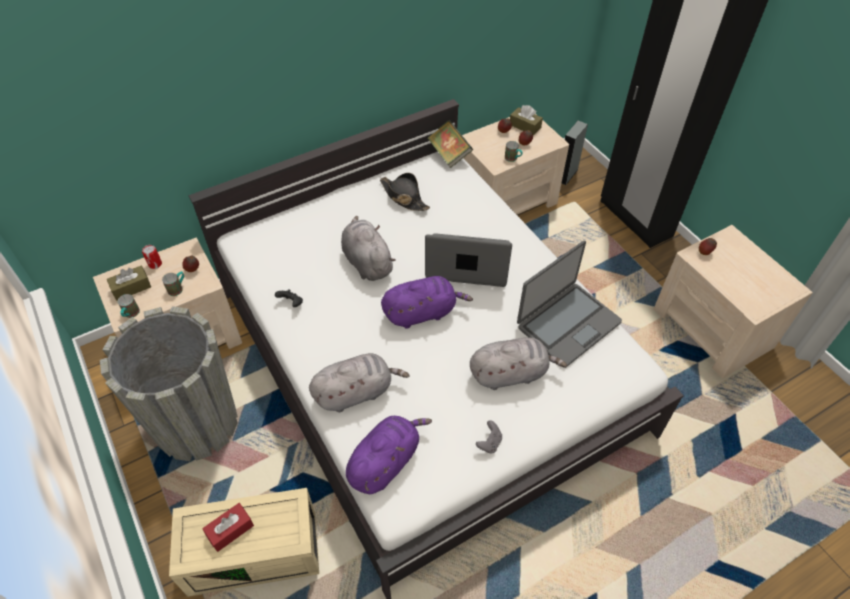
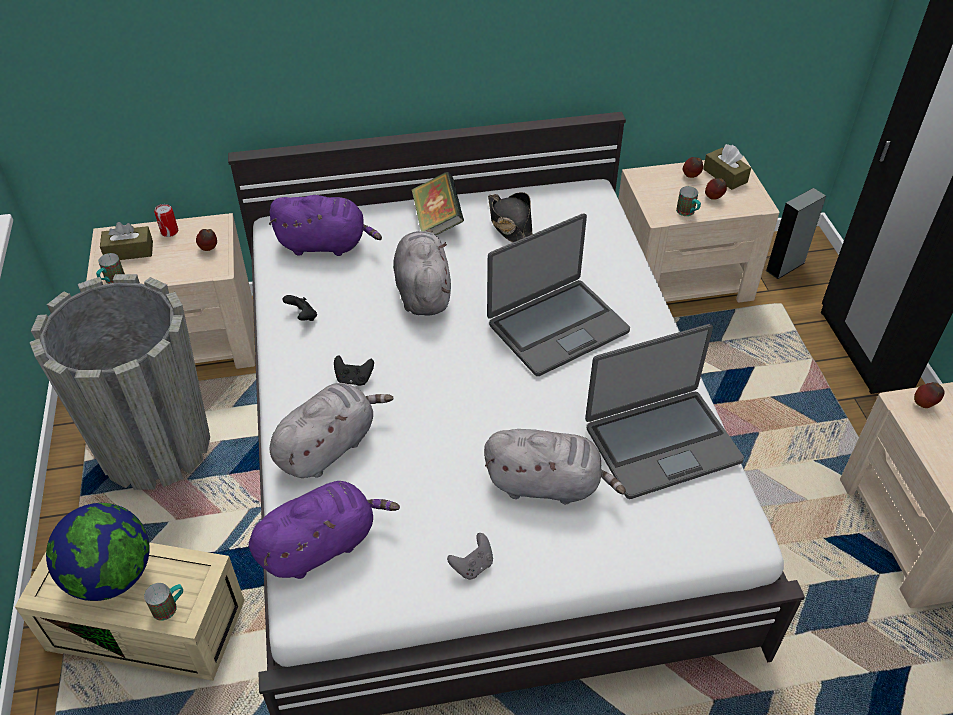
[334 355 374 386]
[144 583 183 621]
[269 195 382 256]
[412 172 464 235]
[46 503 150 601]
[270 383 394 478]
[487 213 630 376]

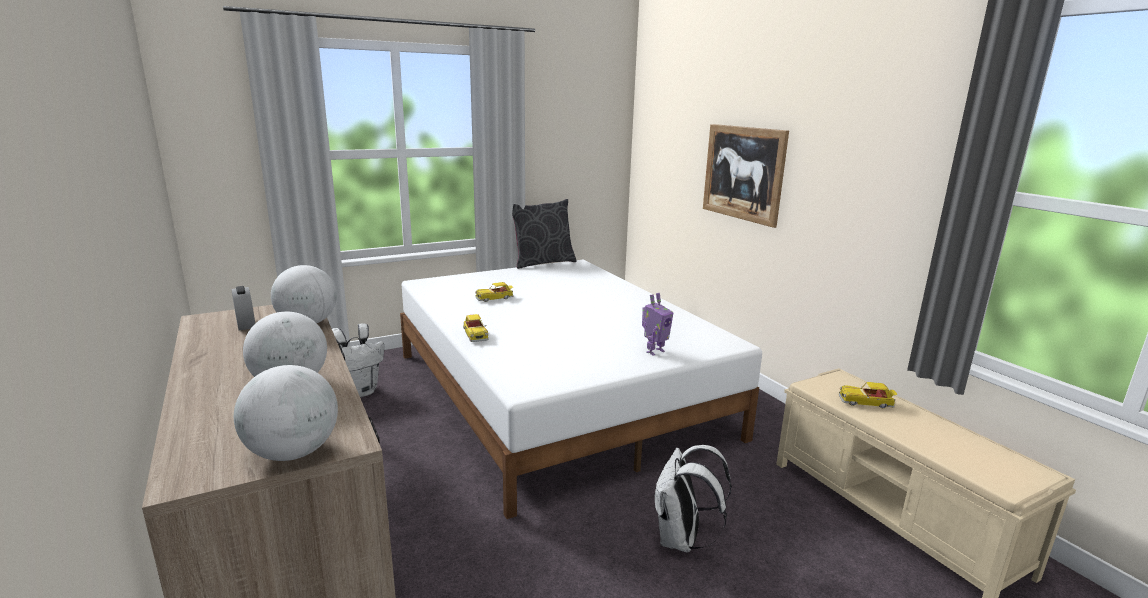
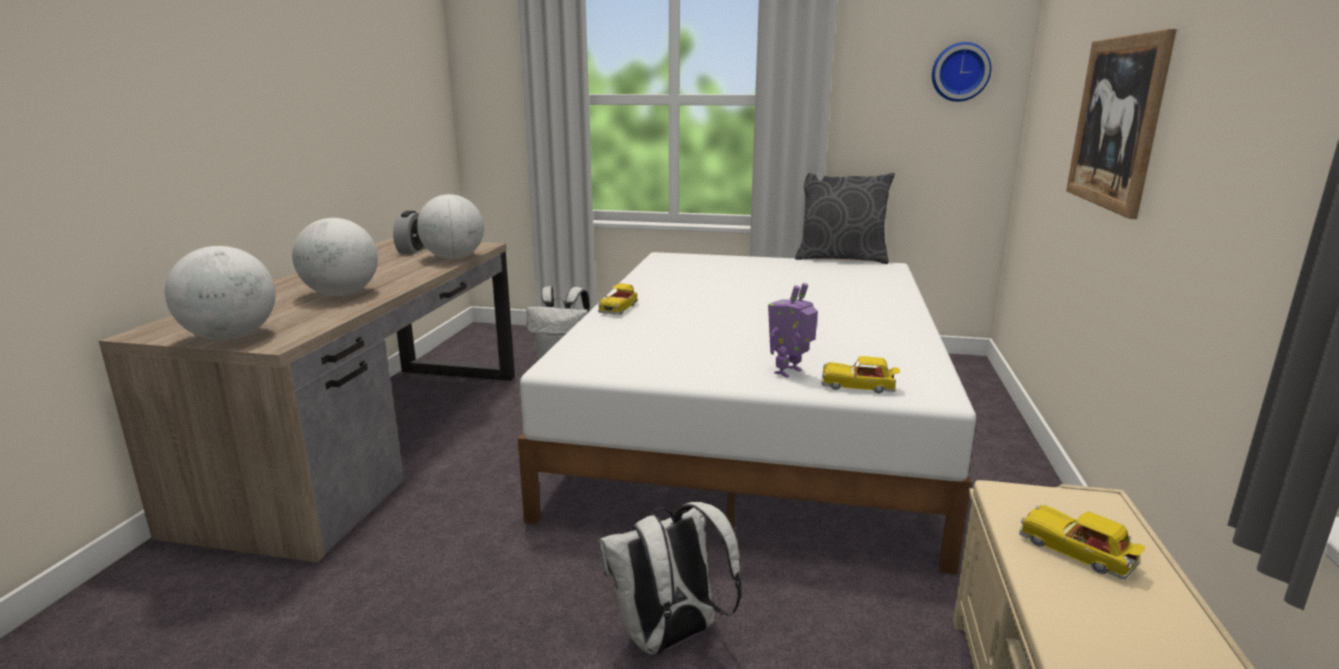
[932 42 992 102]
[821 356 900 394]
[768 283 818 377]

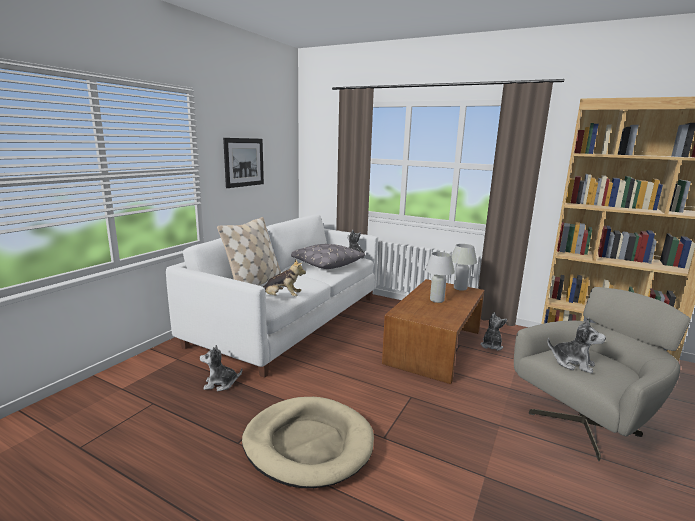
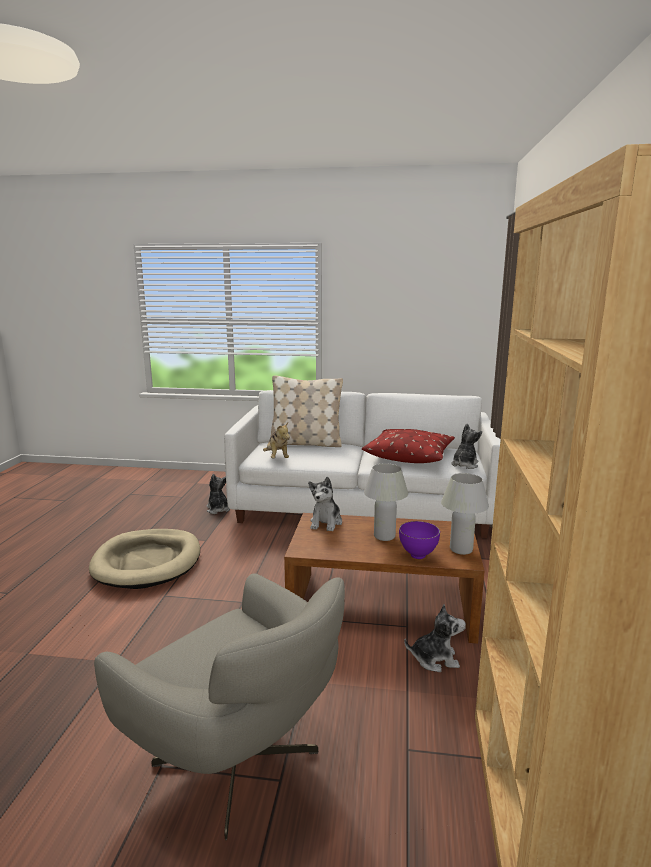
[223 138 264 188] (first image)
[399 521 440 559]
[308 477 342 531]
[362 429 455 463]

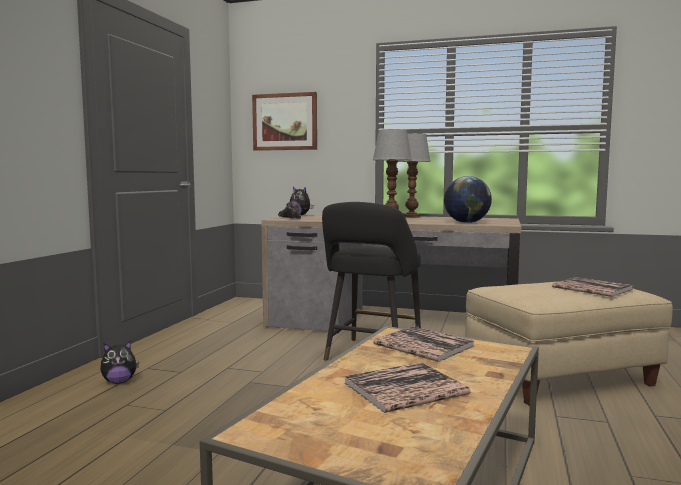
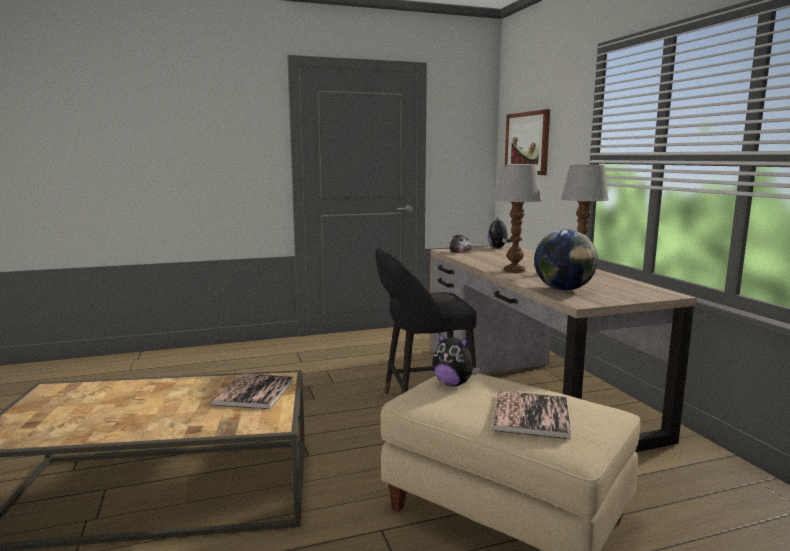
[344 362 470 413] (first image)
[432 333 480 386]

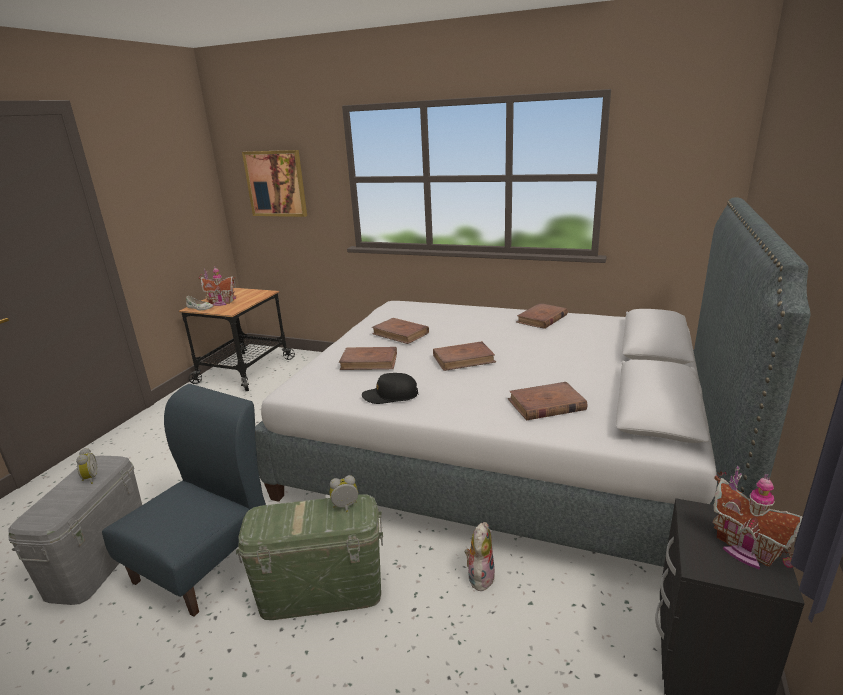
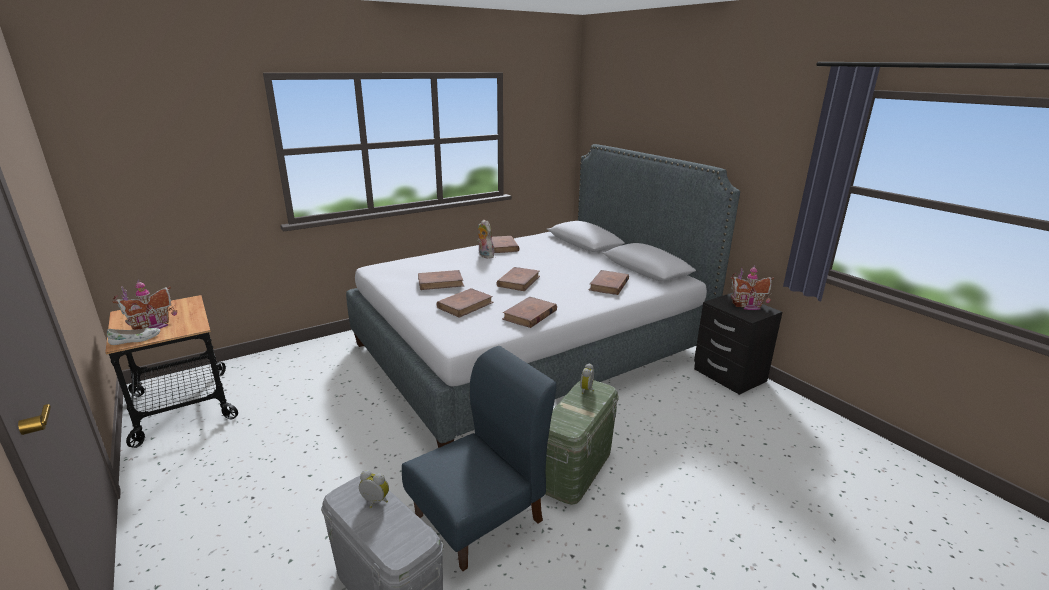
[242 150 307 217] (first image)
[477 219 494 259]
[502 296 557 328]
[402 346 557 571]

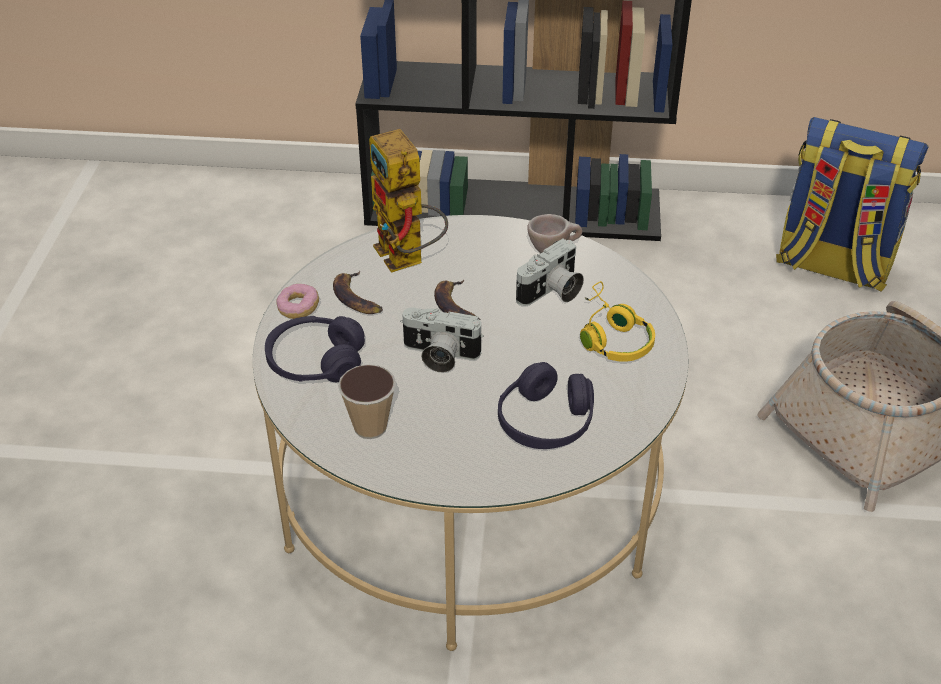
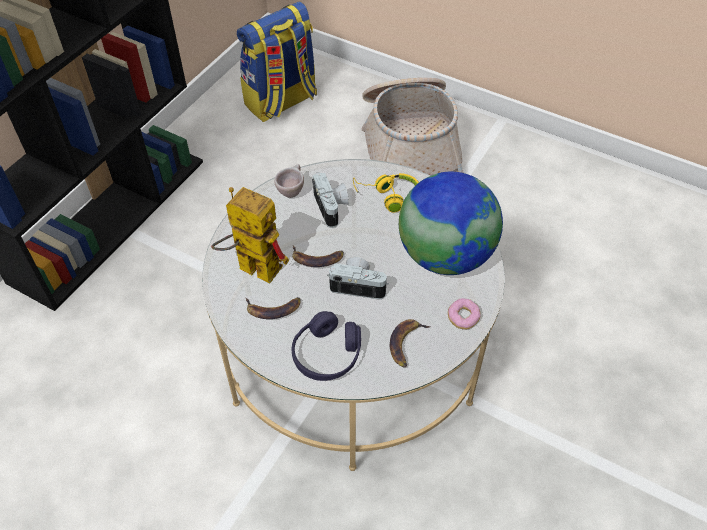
[448 298 481 329]
[390 319 430 367]
[399 171 503 275]
[211 187 289 284]
[327 257 388 299]

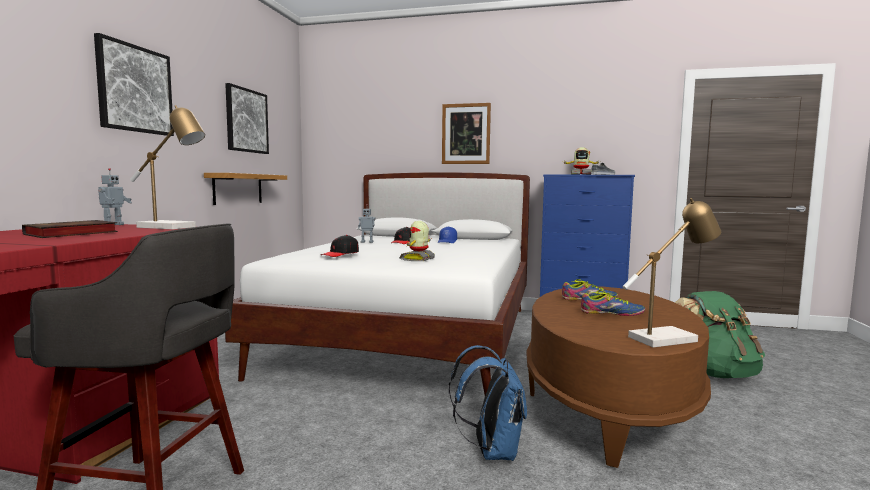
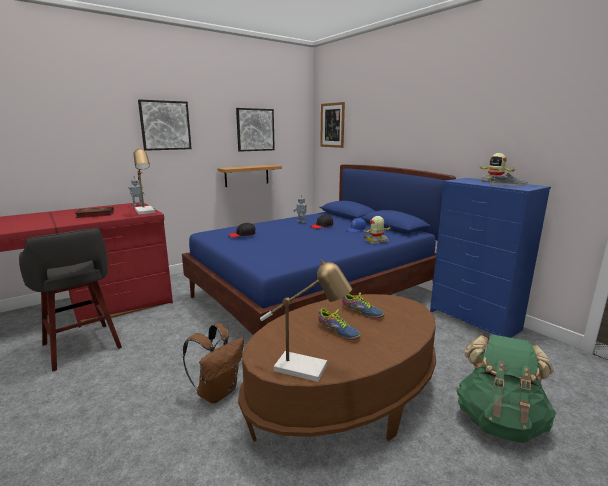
[363 216 390 244]
[320 102 345 148]
[182 164 456 335]
[183 323 244 403]

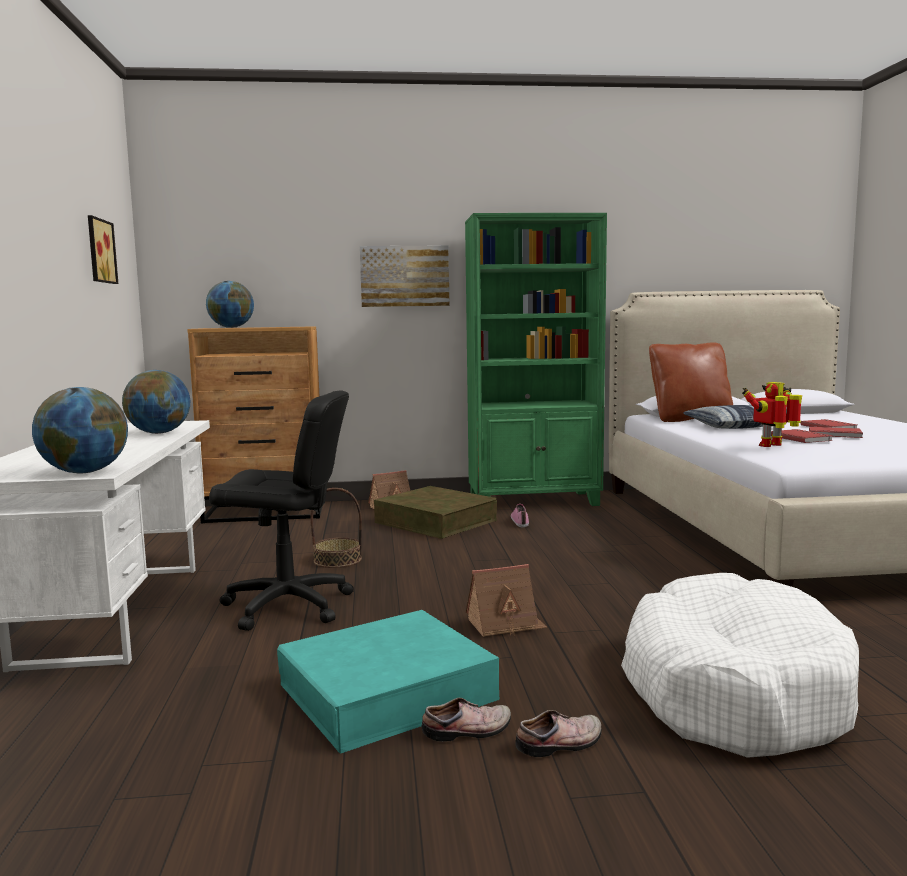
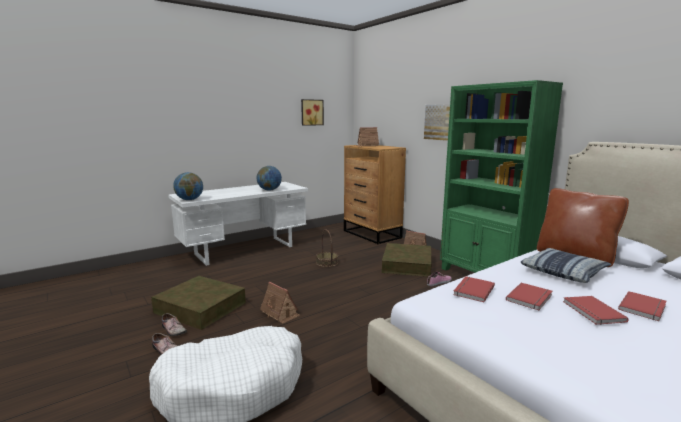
[209 391 354 631] (first image)
[355 127 379 146]
[453 276 495 302]
[151 276 246 330]

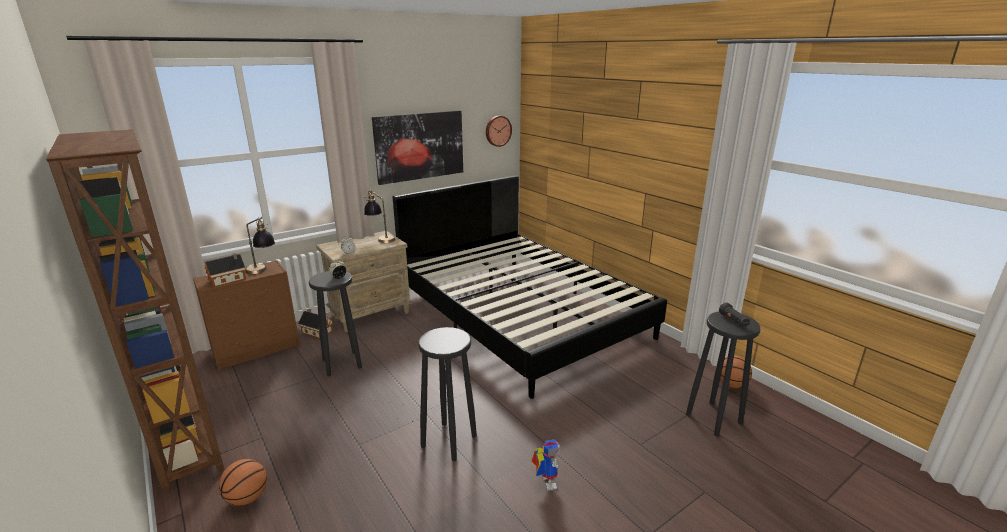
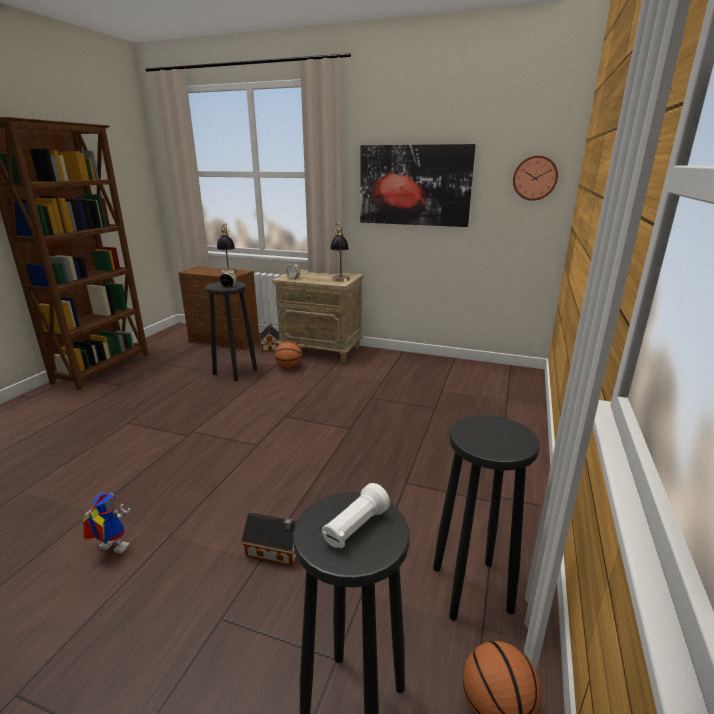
[393 175 667 399] (first image)
[241 512 297 566]
[275 341 303 369]
[433 415 540 621]
[322 483 390 548]
[79 493 130 554]

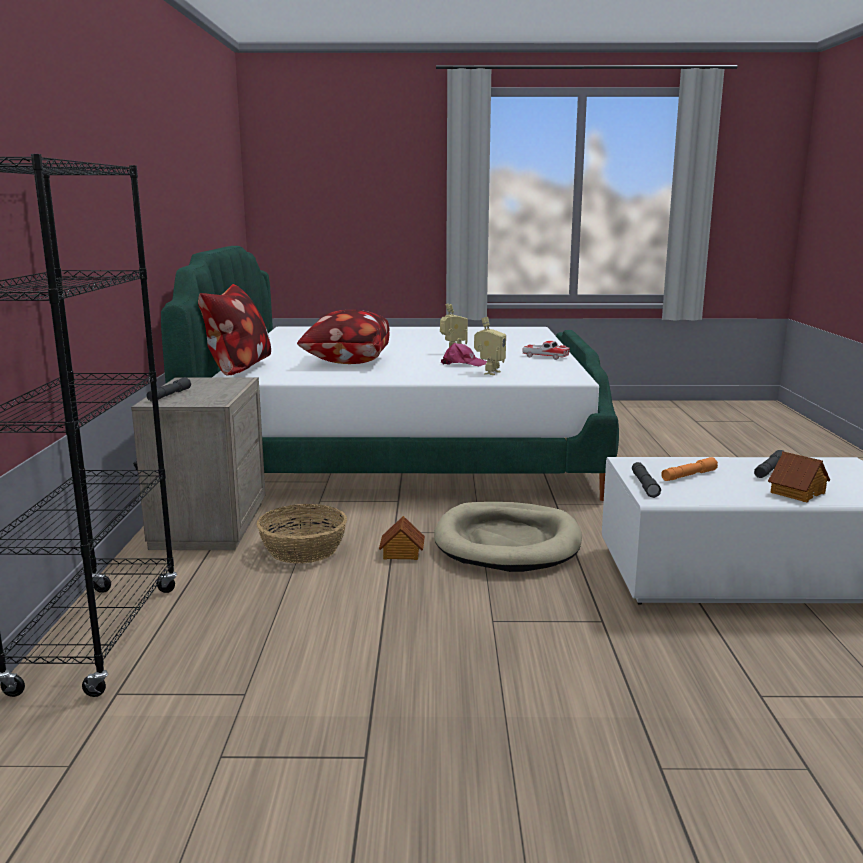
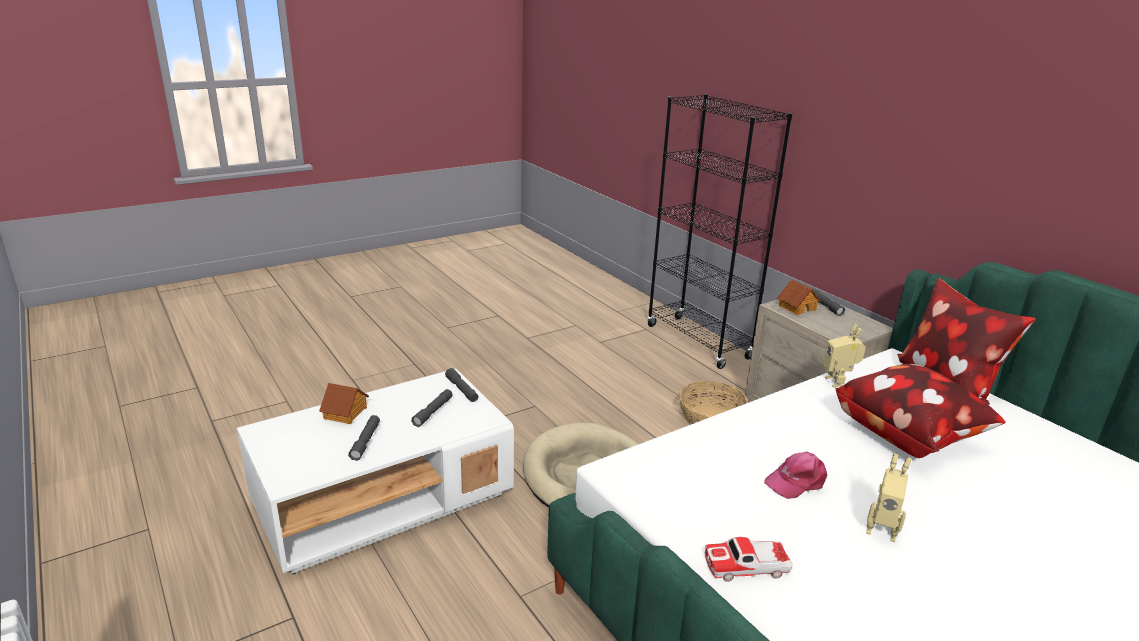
[777 279 821 315]
[823 324 866 387]
[411 389 453 427]

